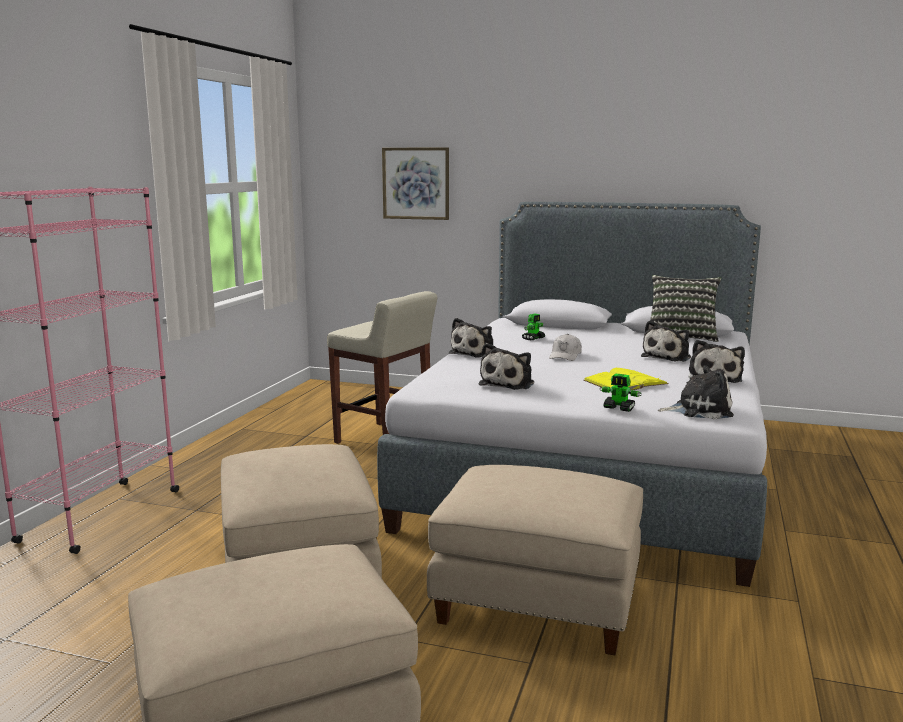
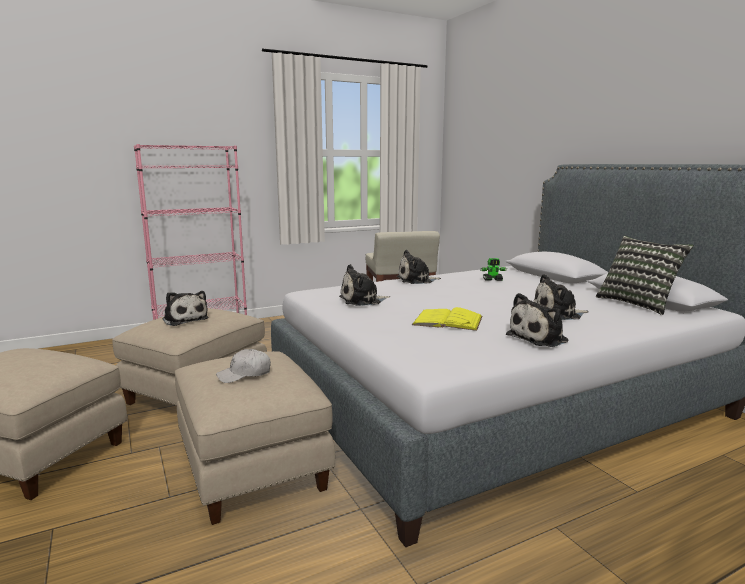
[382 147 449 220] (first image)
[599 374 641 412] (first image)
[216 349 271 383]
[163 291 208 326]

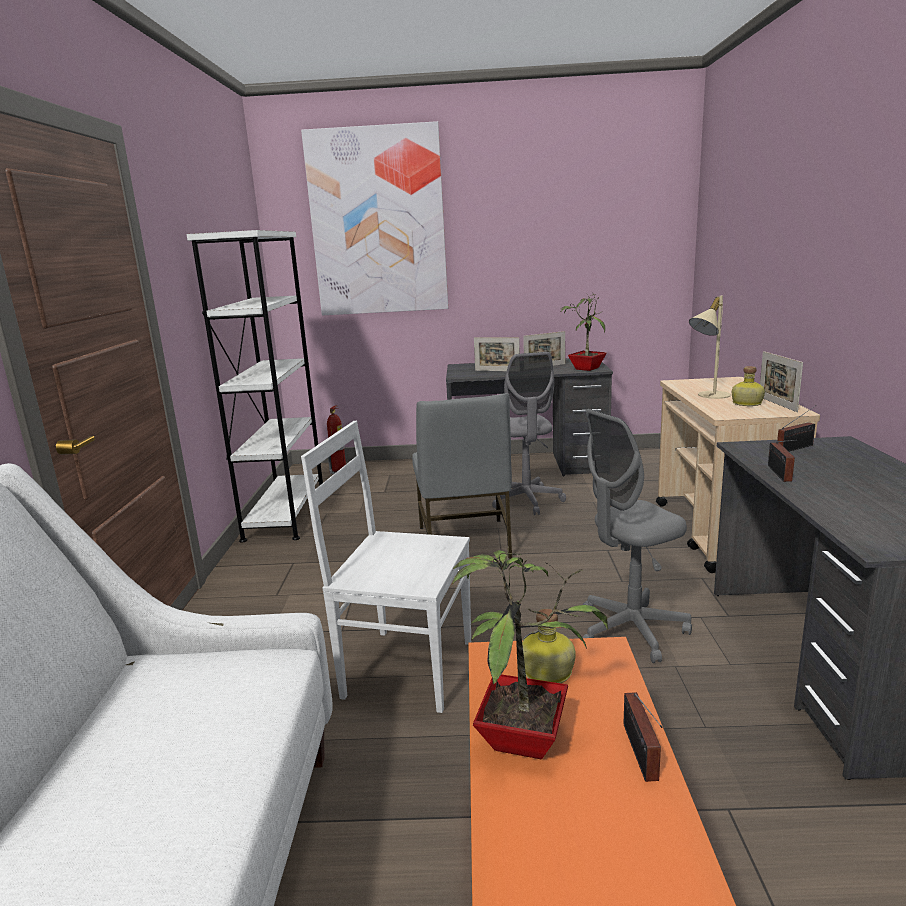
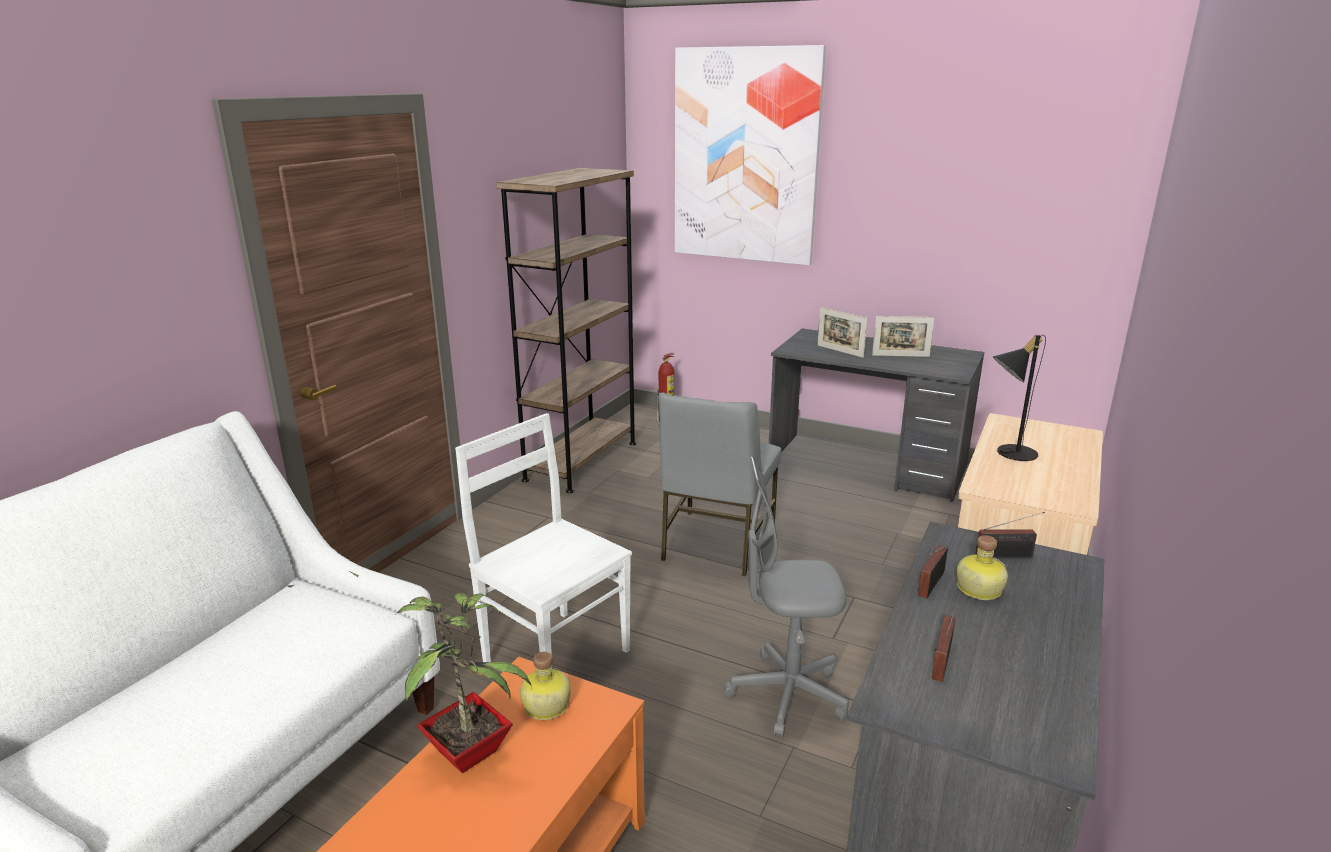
[492 352 566 515] (first image)
[560 294 607 371] (first image)
[760 351 803 412] (first image)
[932 615 956 682]
[956 535 1008 600]
[496 168 636 493]
[993 335 1046 461]

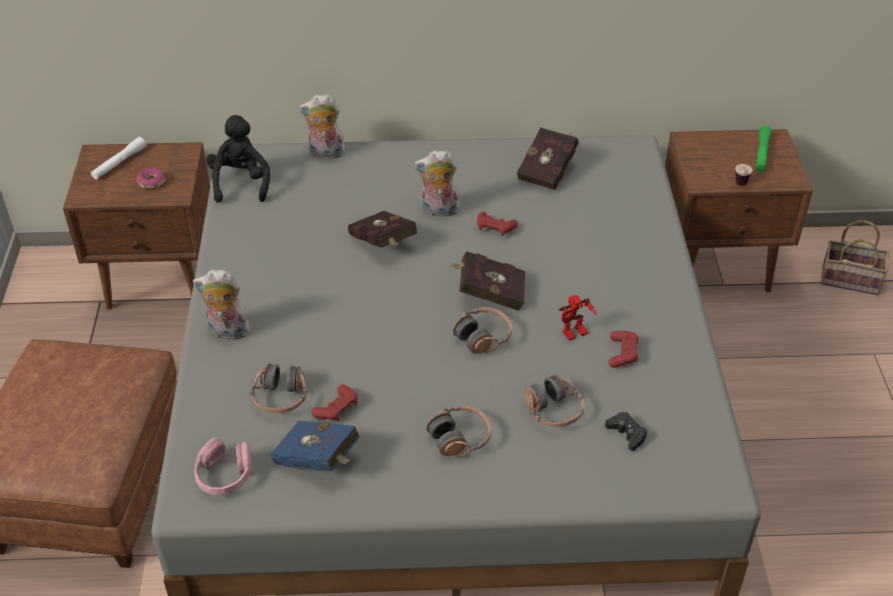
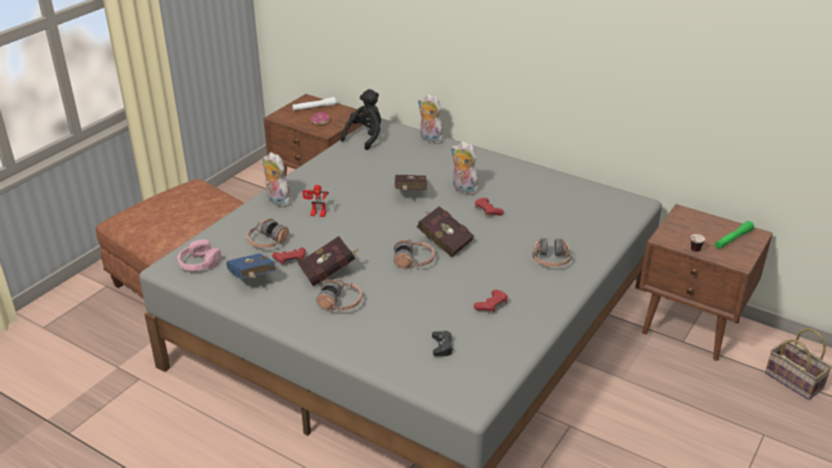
[298 236 358 286]
[532 238 572 266]
[303 185 329 217]

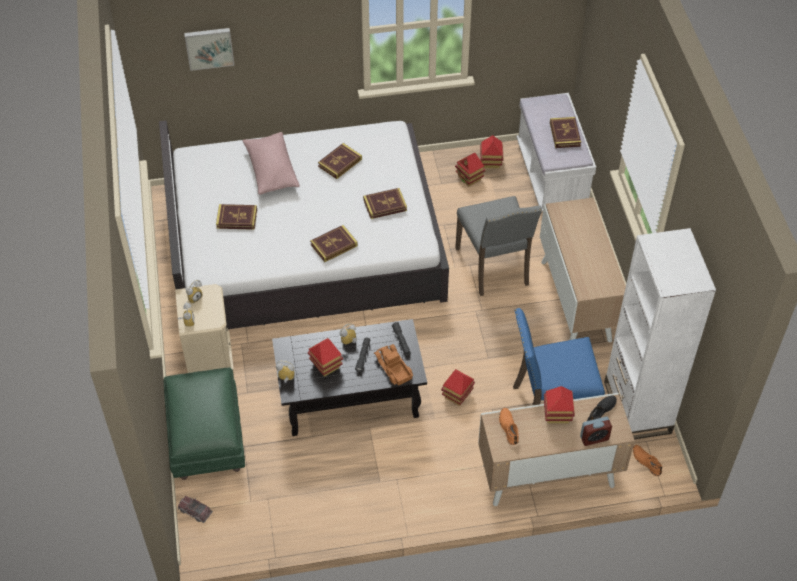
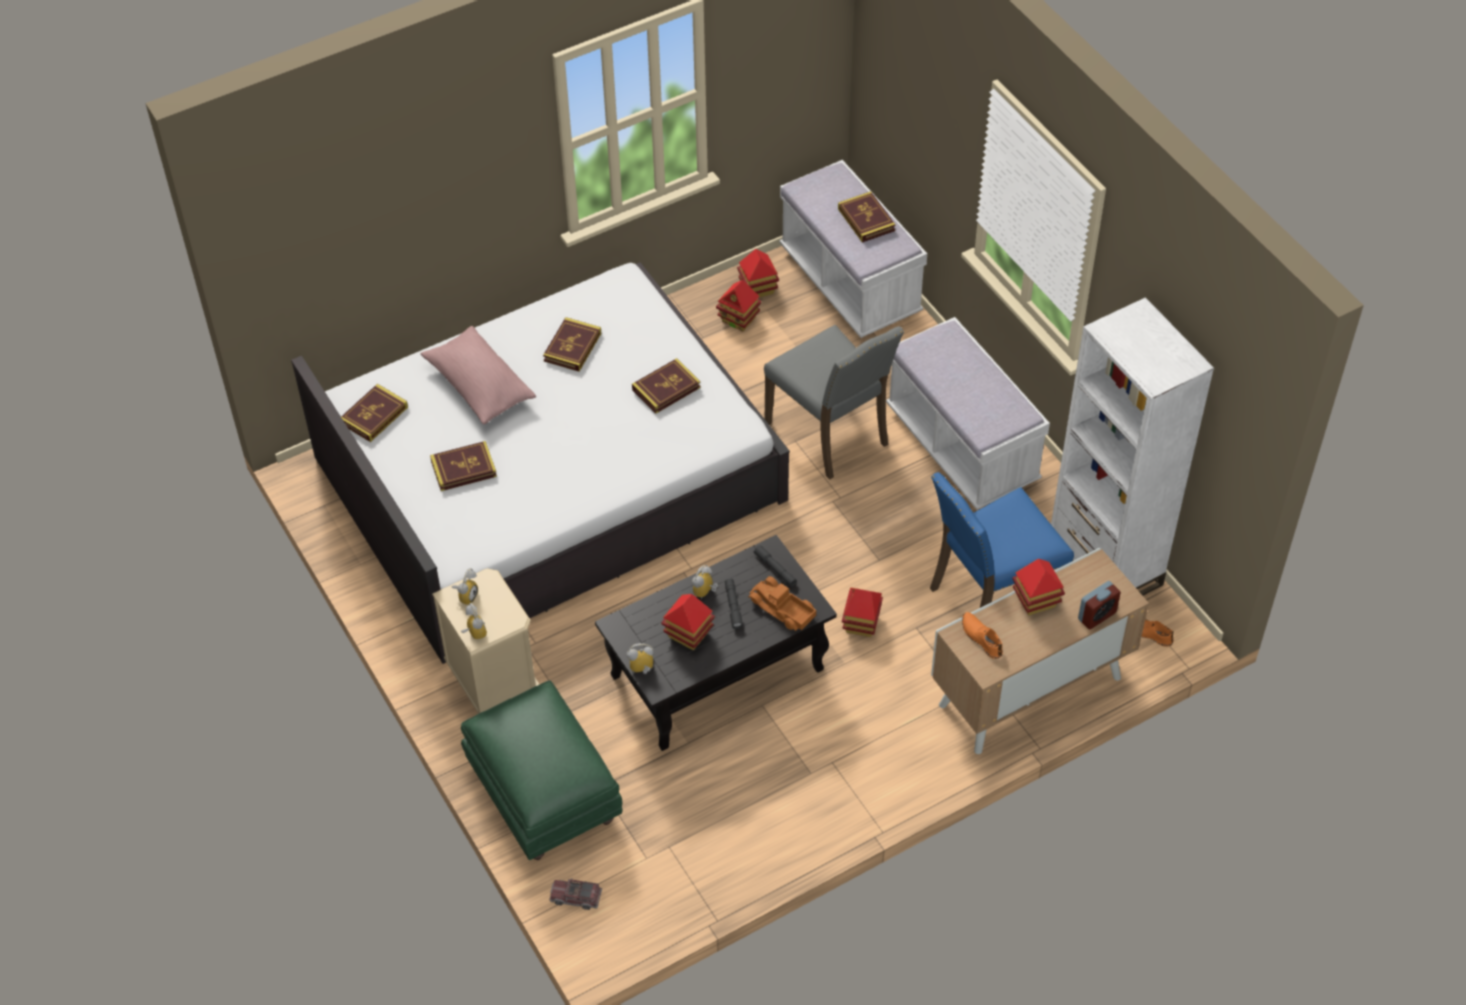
[184 28 235 71] (first image)
[587 396 617 421] (first image)
[341 384 408 442]
[886 317 1050 510]

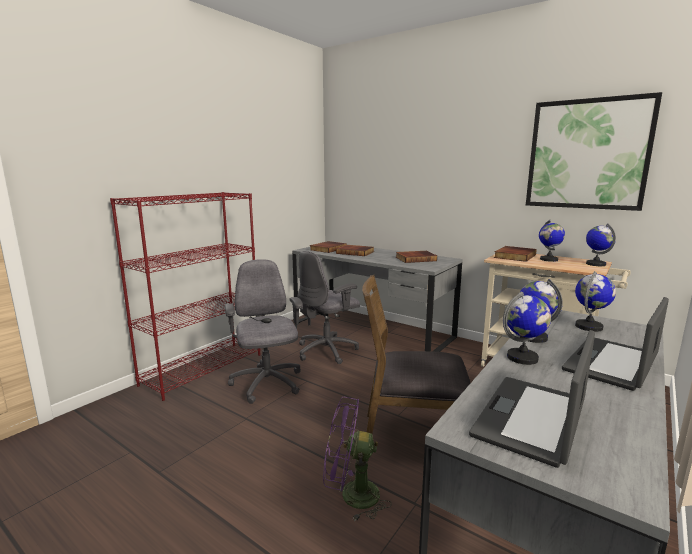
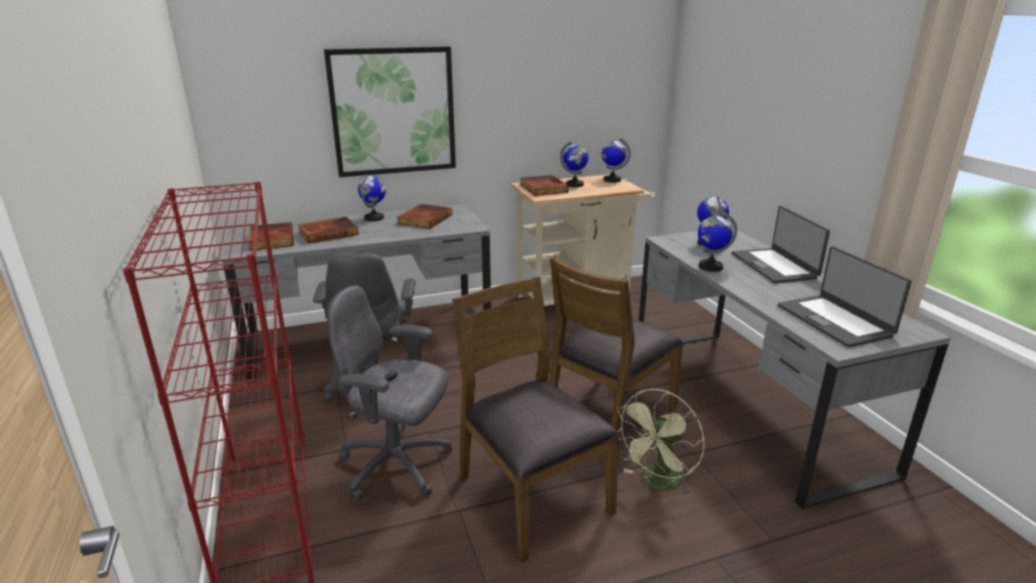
[452 277 620 563]
[358 174 386 221]
[324 46 456 177]
[617 389 705 496]

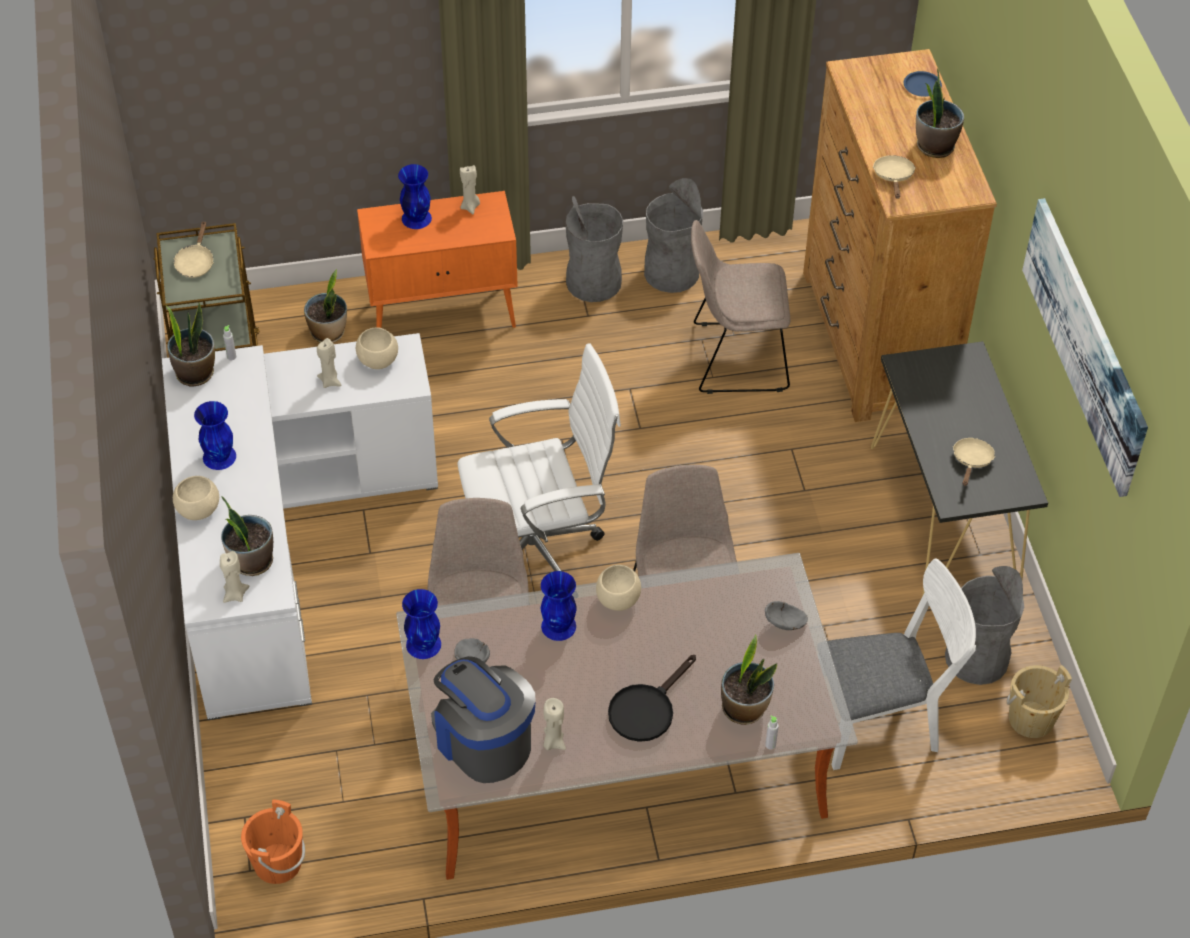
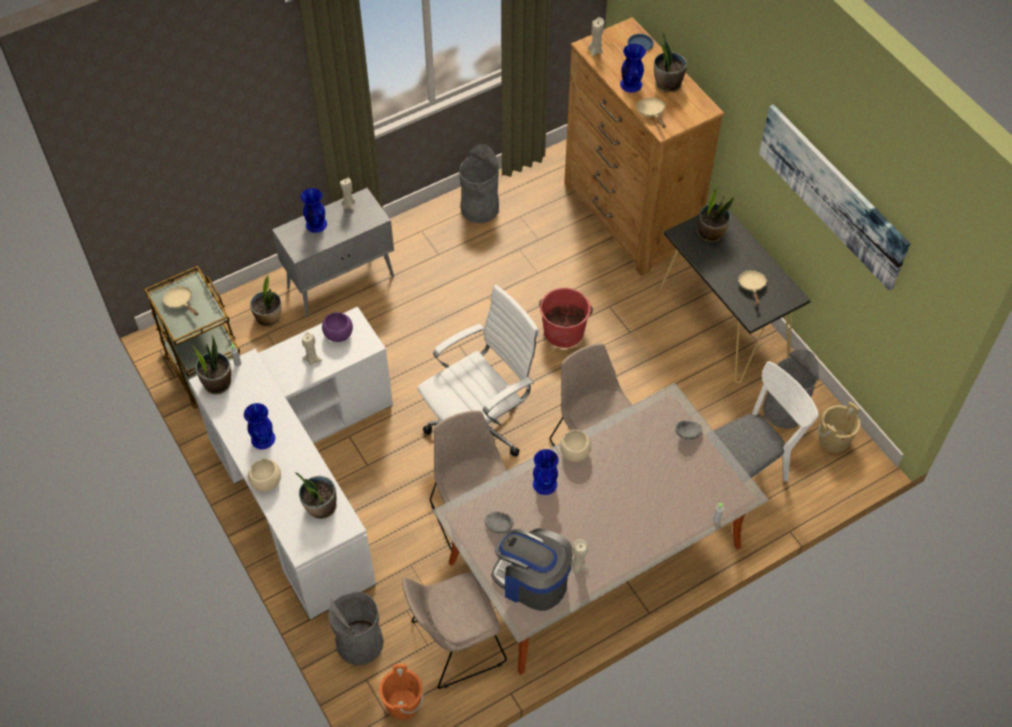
[608 655 696 742] (first image)
[539 288 593 348]
[588 17 604 56]
[620 44 646 93]
[328 591 384 665]
[402 572 507 689]
[698 184 734 242]
[322 312 353 342]
[272 188 394 317]
[163 286 198 316]

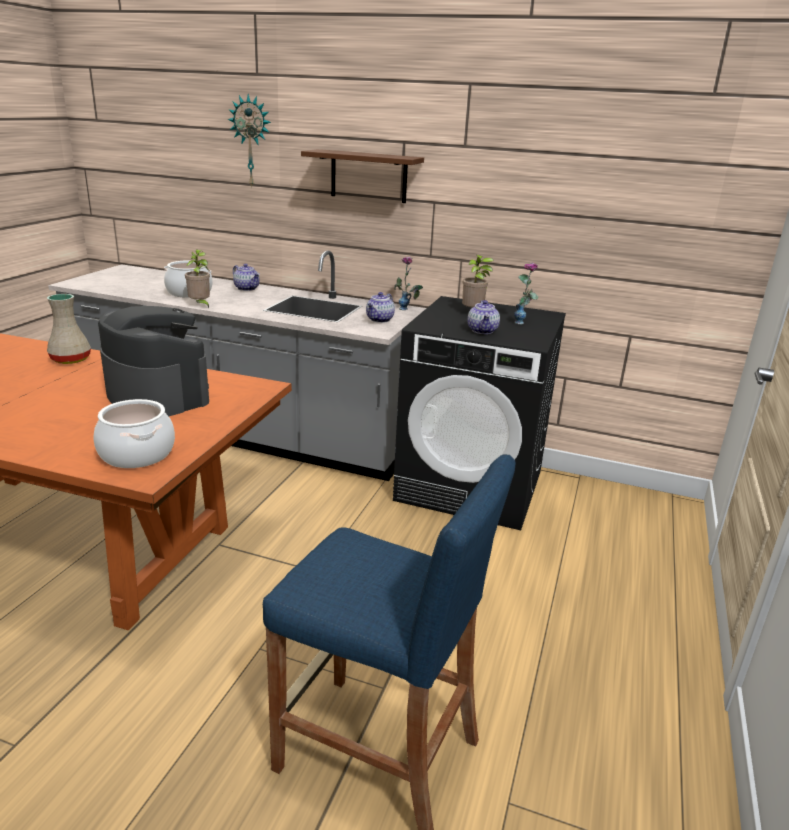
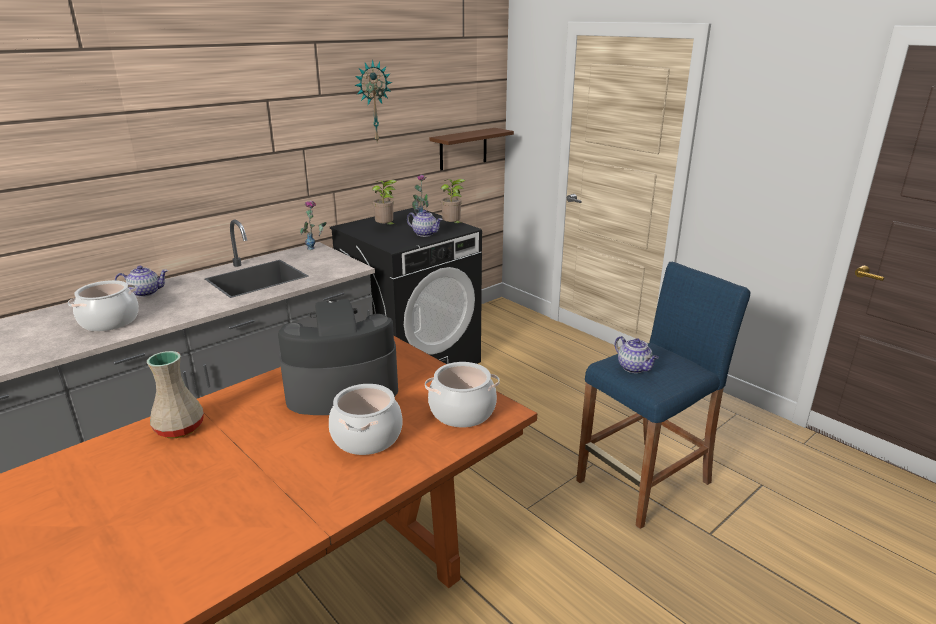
[329 384 403 455]
[441 179 466 225]
[355 60 392 142]
[430 128 514 170]
[615 336 659 373]

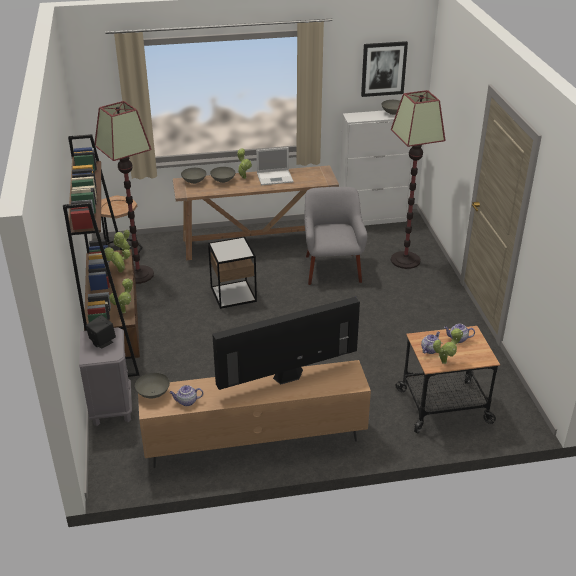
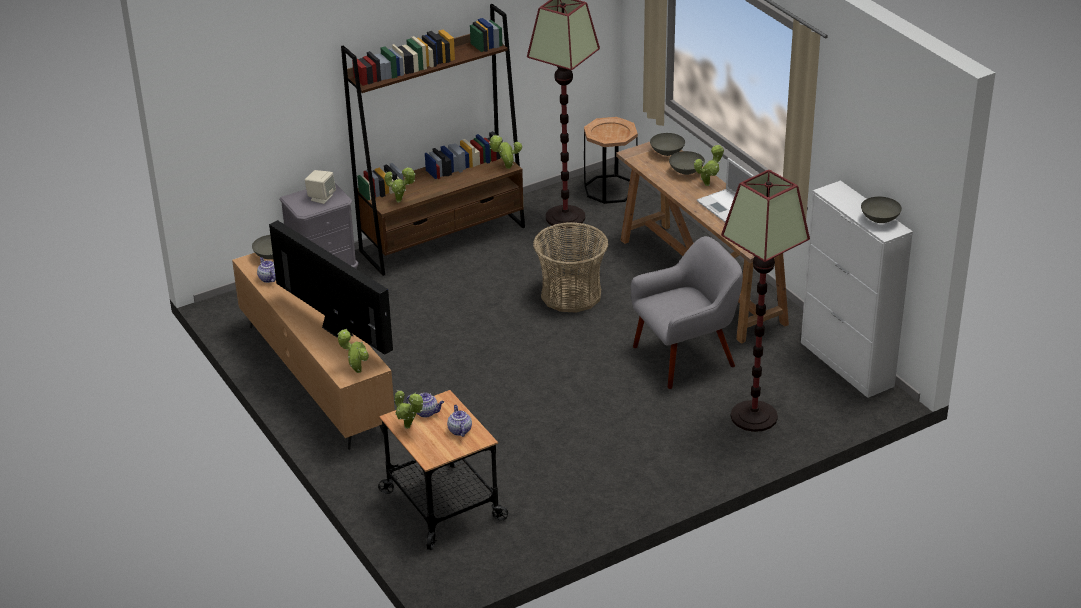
[361 41 408 97] (first image)
[337 328 369 373]
[533 222 609 313]
[305 170 336 204]

